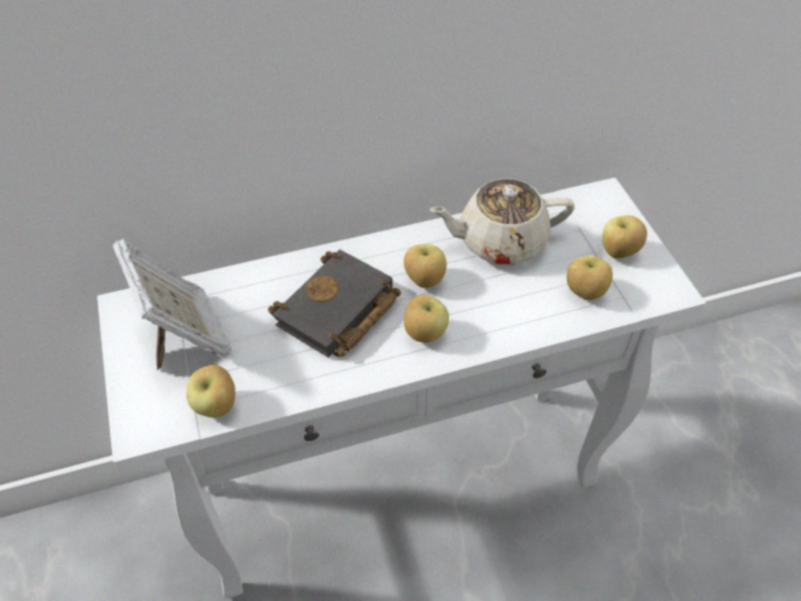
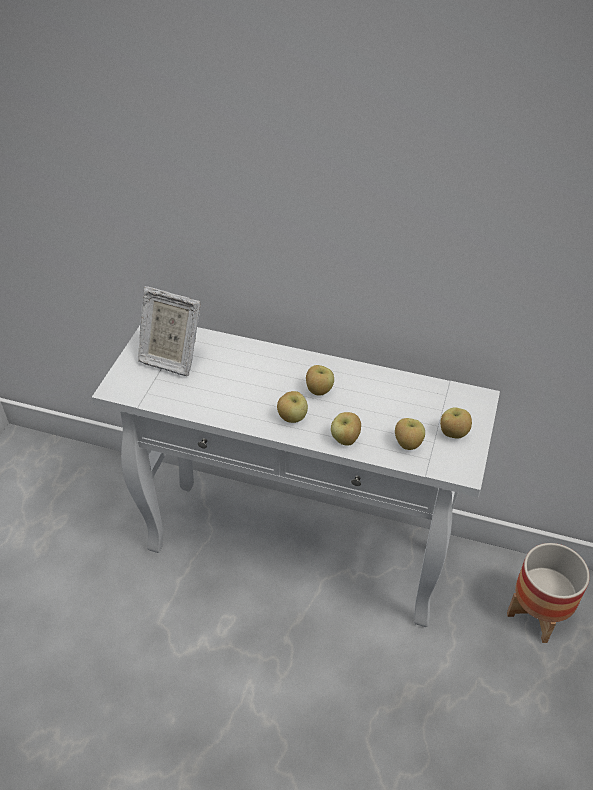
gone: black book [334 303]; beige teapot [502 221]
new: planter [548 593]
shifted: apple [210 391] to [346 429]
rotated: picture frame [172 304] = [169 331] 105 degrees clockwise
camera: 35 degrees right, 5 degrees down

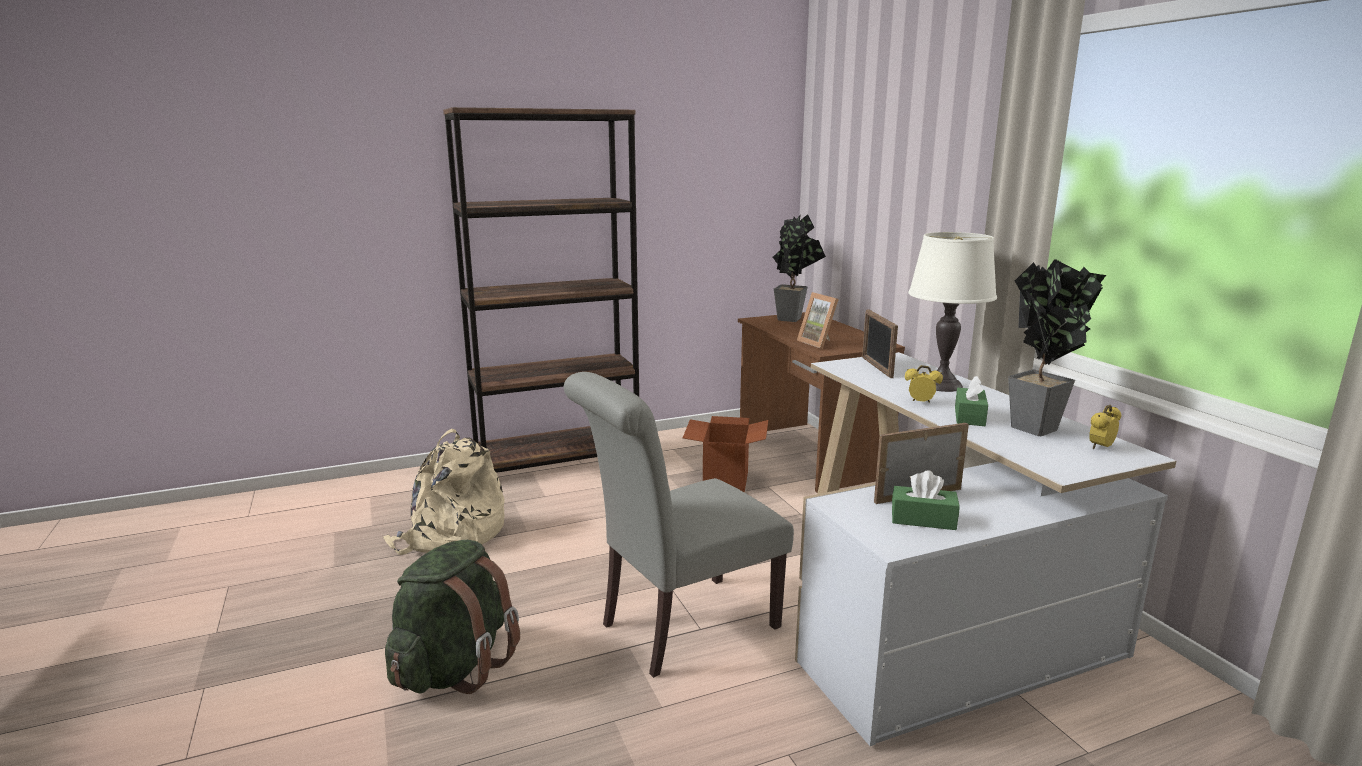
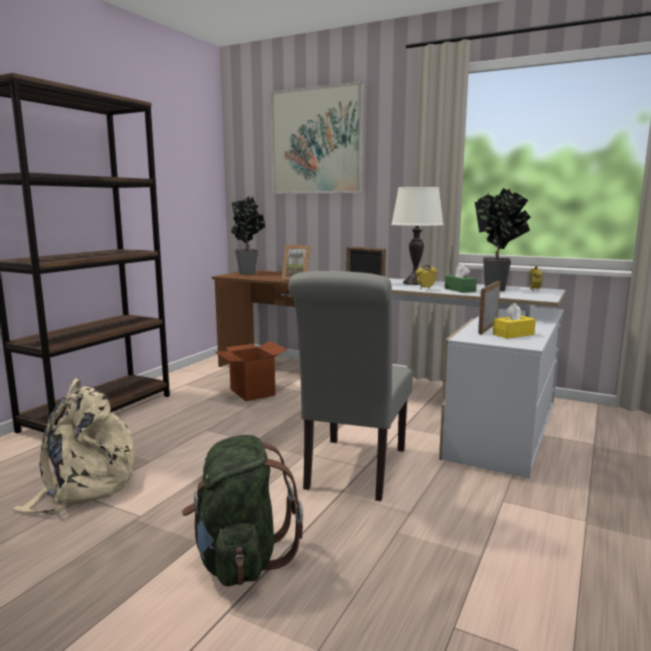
new: picture [317 137]
repainted: green tissue box [926 500] to yellow tissue box [514 321]
camera: 40 degrees left, 5 degrees down

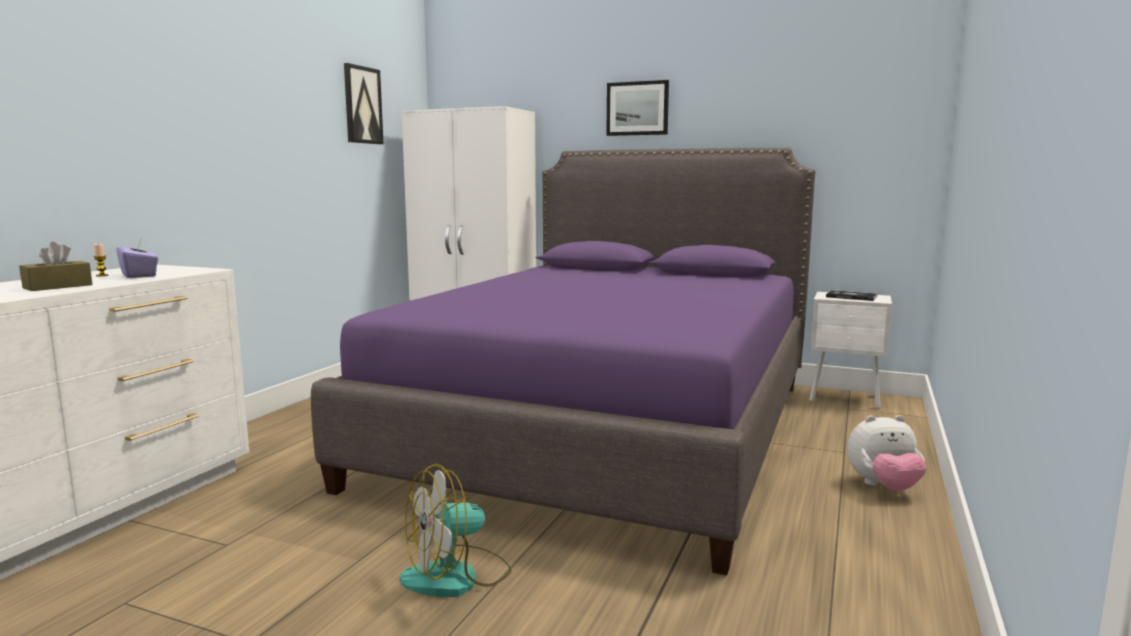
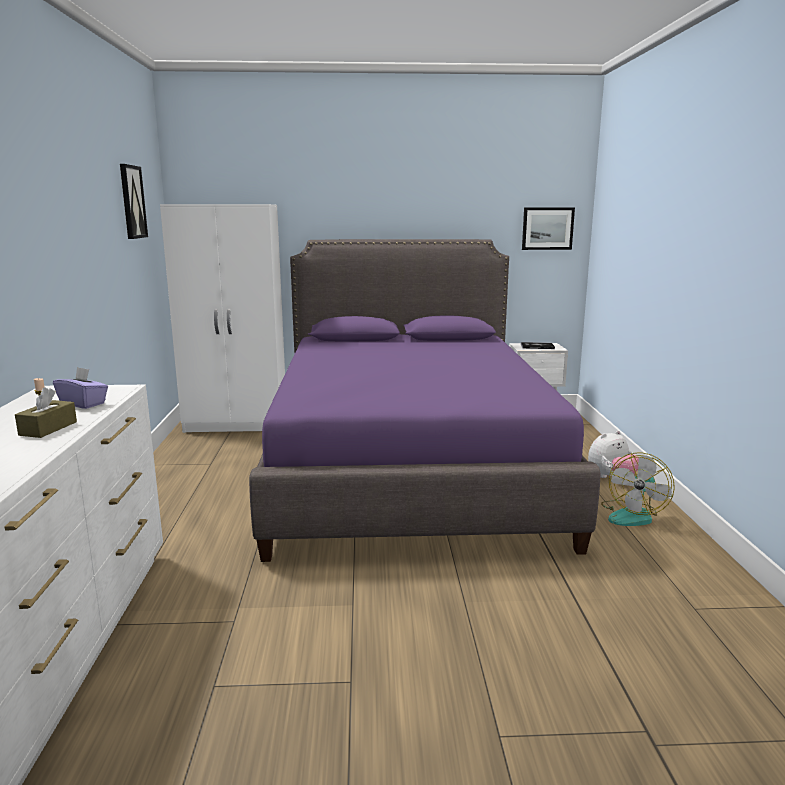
shifted: fan [456 530] to [638 489]; picture [637 108] to [548 228]
camera: 25 degrees left, 5 degrees up

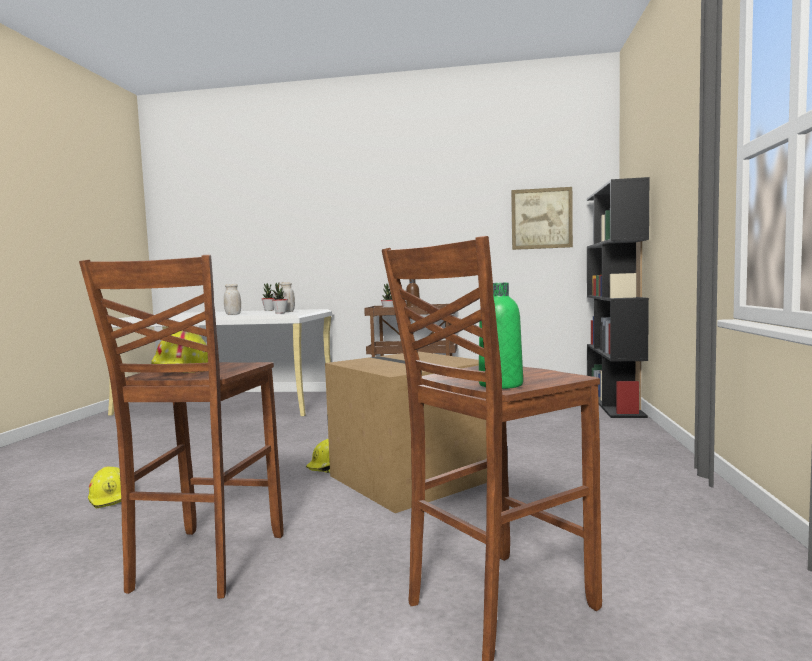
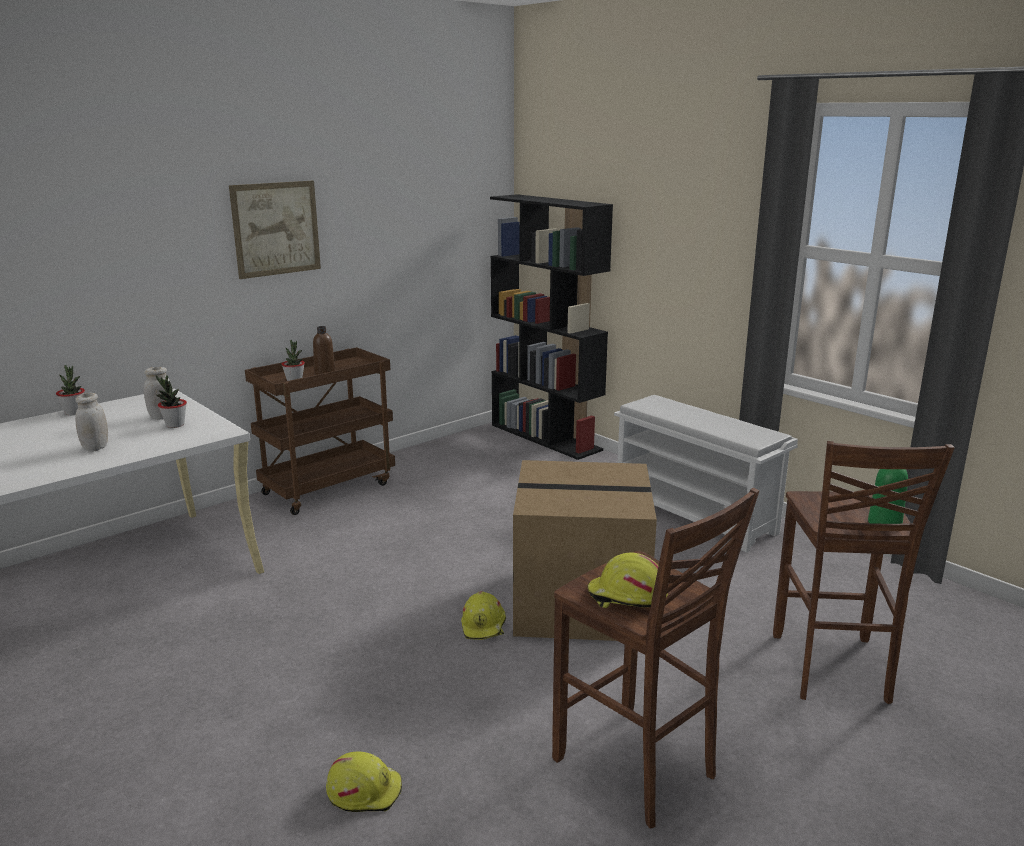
new: white shoe rack [706 473]
shifted: picture [542 218] to [275 230]
camera: 50 degrees left, 15 degrees up

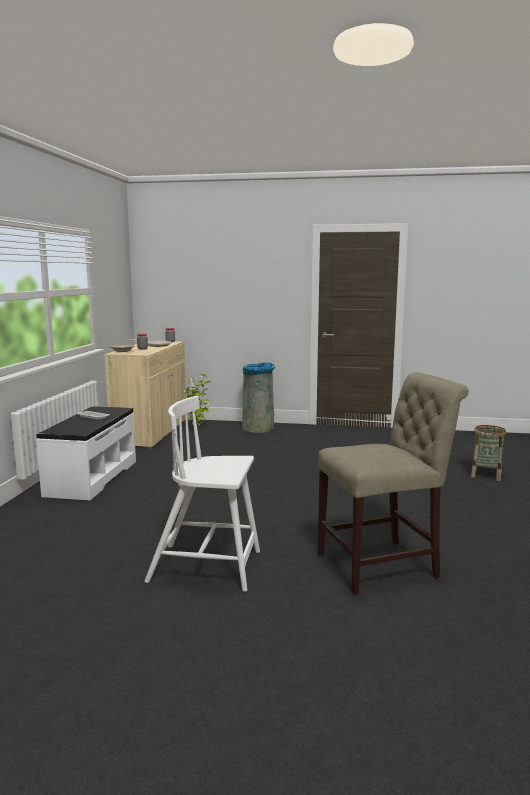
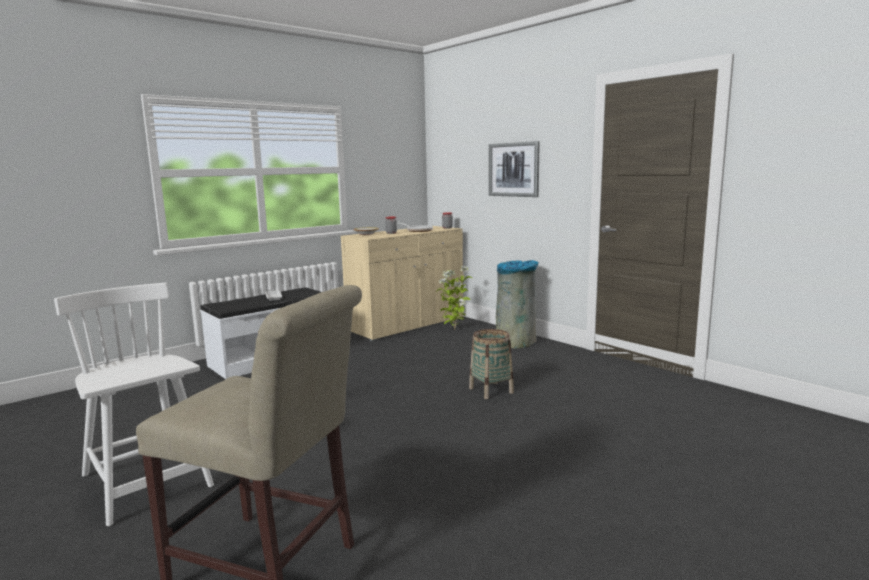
new: picture [514 169]
shifted: basket [488 453] to [491 364]
camera: 40 degrees right, 0 degrees up

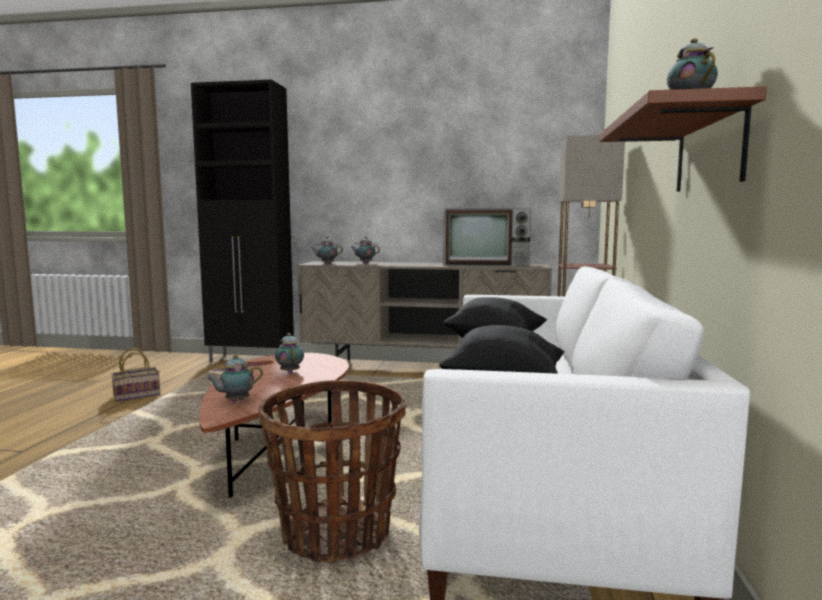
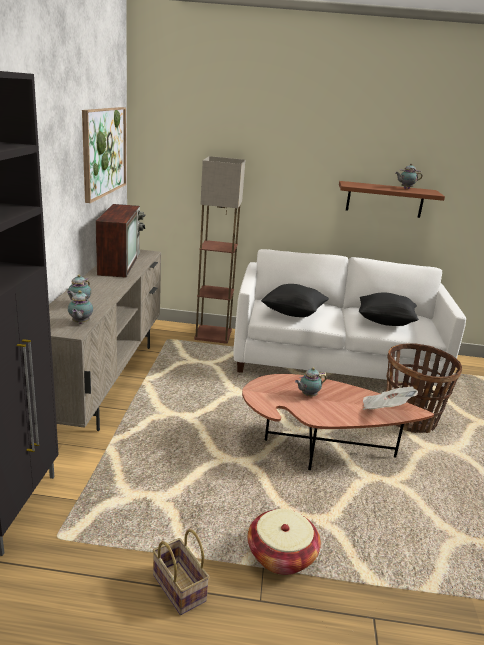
new: picture [104 155]; basket [284 542]
swapped: teapot [234 378] to newspaper [390 398]
camera: 95 degrees left, 15 degrees up

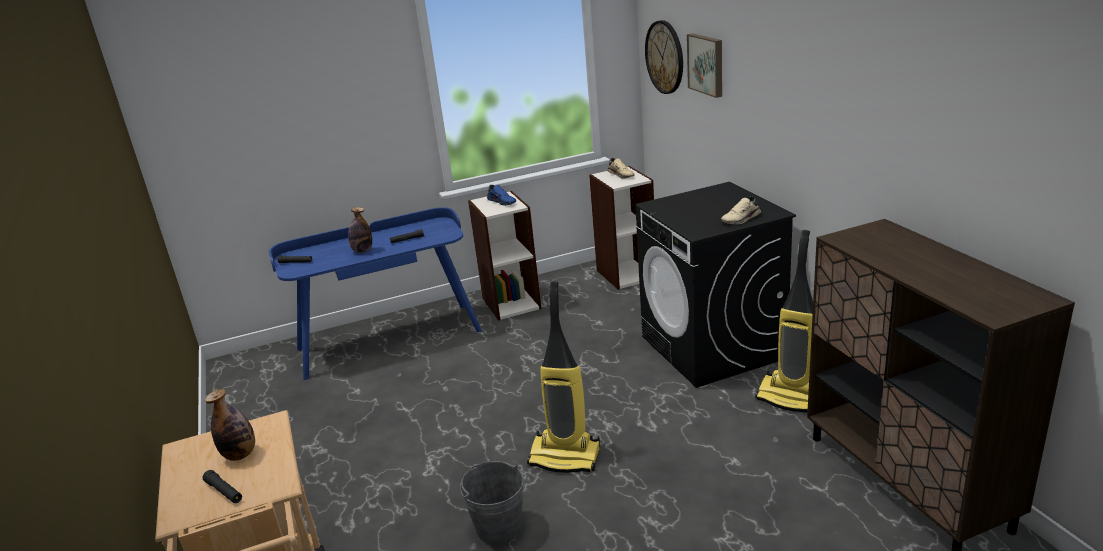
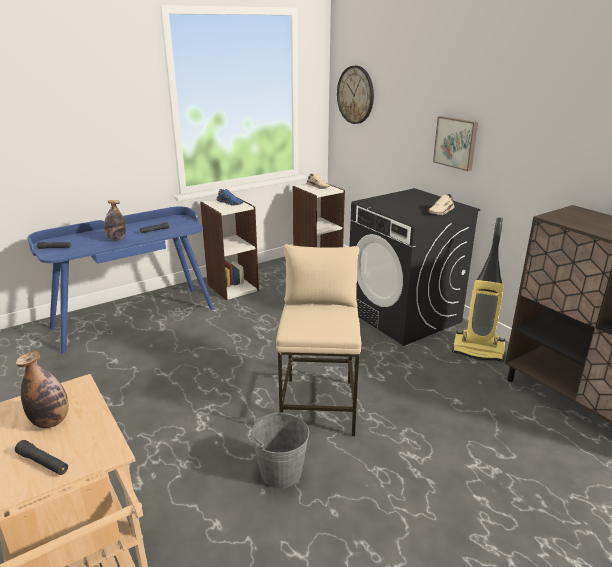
shifted: picture [704 65] to [455 143]
swapped: vacuum cleaner [563 377] to beige stool [319 340]
camera: 15 degrees left, 0 degrees up

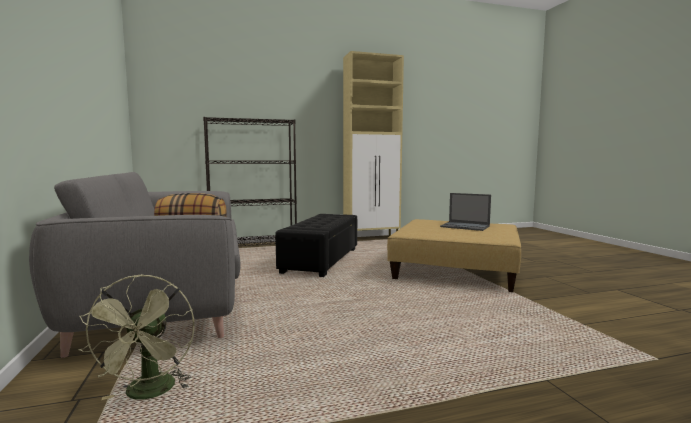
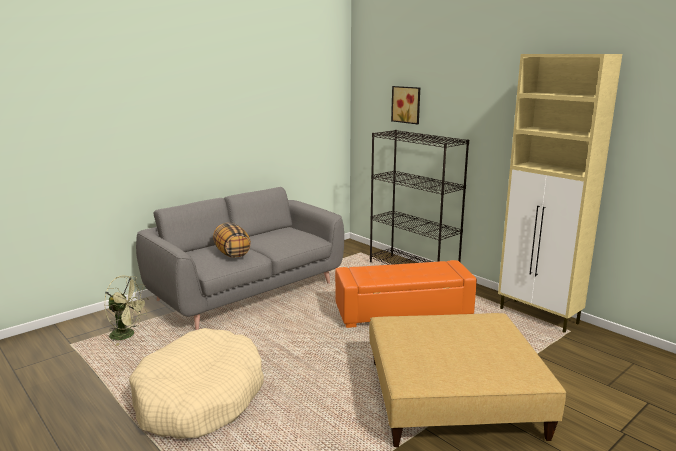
gone: laptop [465 212]
new: beige dog bed [196 383]; picture [405 105]
repainted: black ottoman [316 245] to orange ottoman [406 294]
rotated: green fan [136 337] = [127 310] 135 degrees counterclockwise
camera: 65 degrees right, 10 degrees up

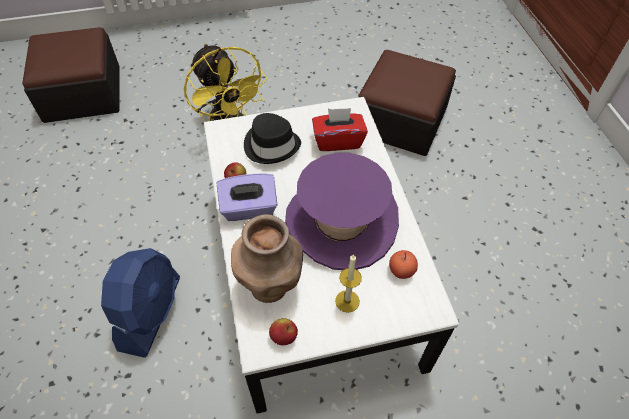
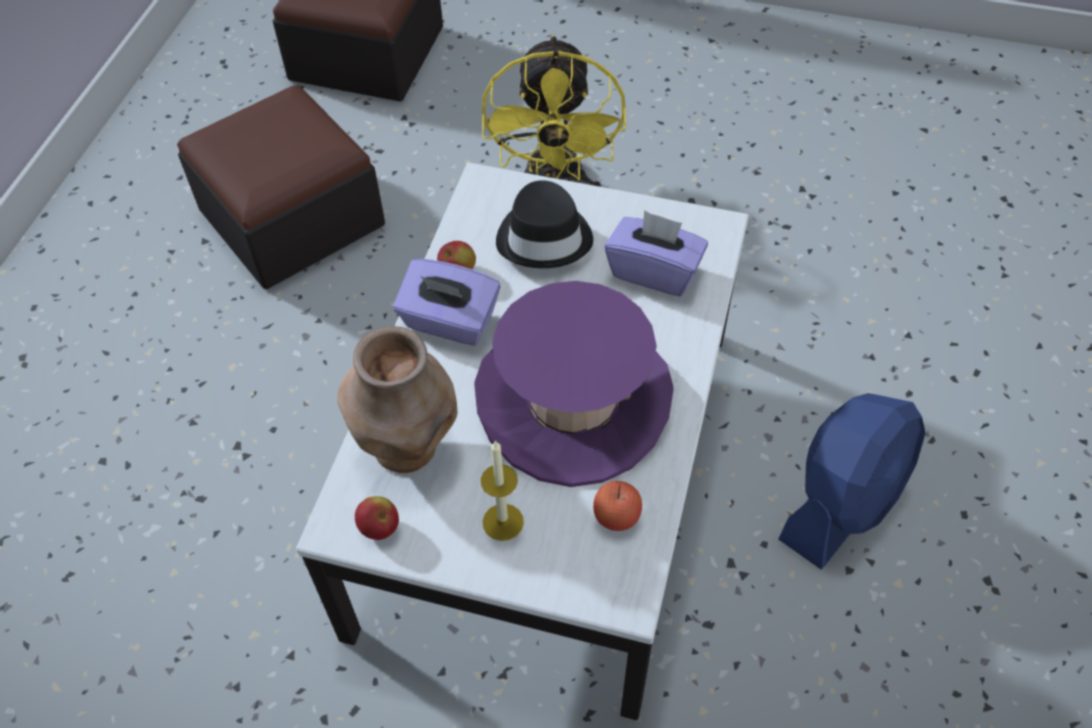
shifted: blue fan [140 303] to [851 481]; ottoman [407 103] to [281 187]
repainted: red tissue box [340 129] to purple tissue box [656 253]
camera: 30 degrees right, 0 degrees up

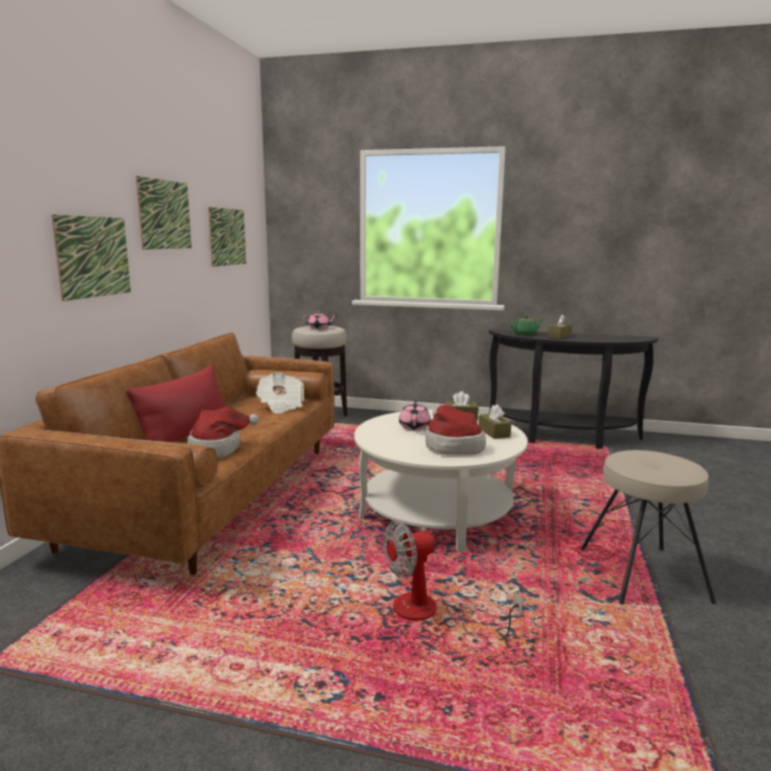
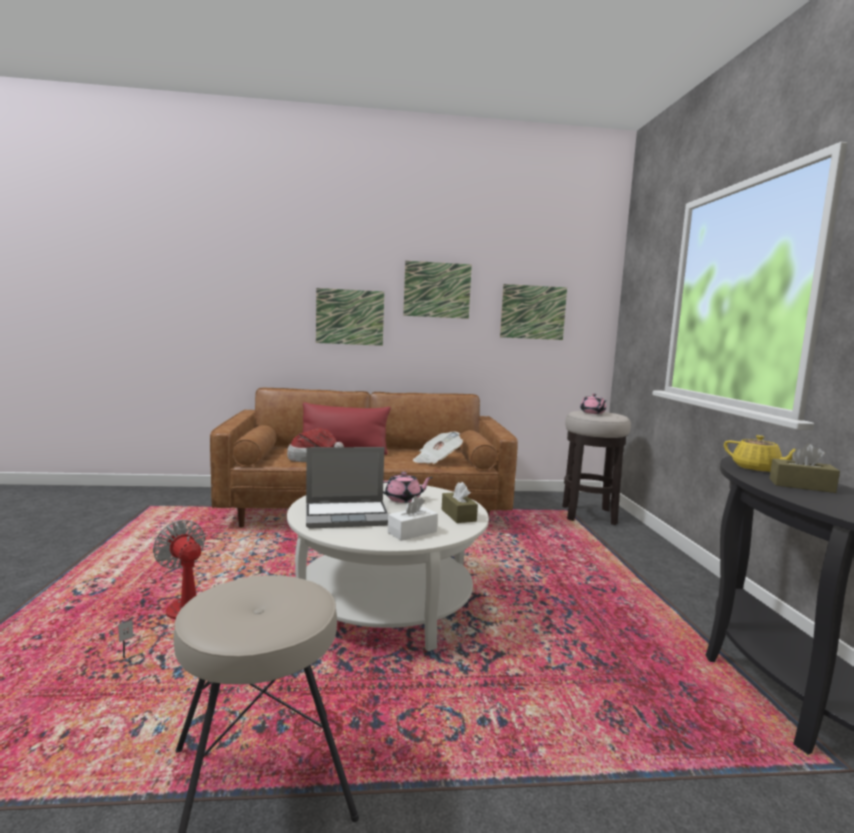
swapped: hat [455 430] to laptop [347 488]
repainted: brown tissue box [494 421] to white tissue box [413 518]; green teapot [526 325] to yellow teapot [759 453]
camera: 70 degrees right, 5 degrees down

